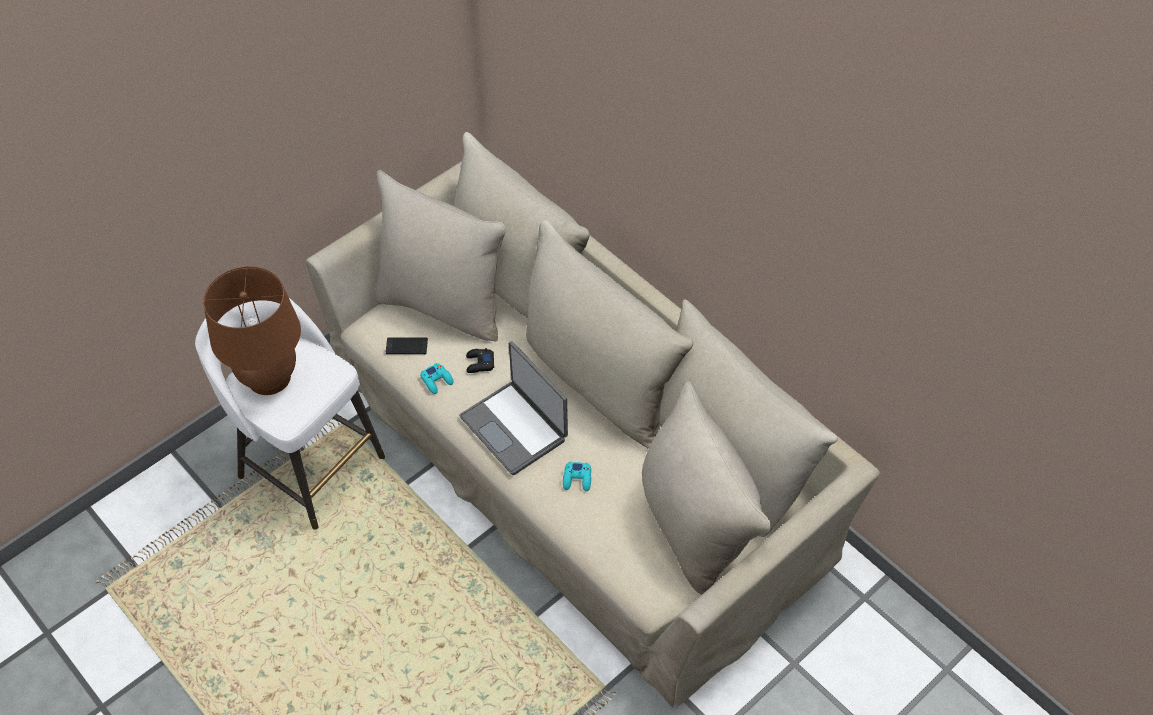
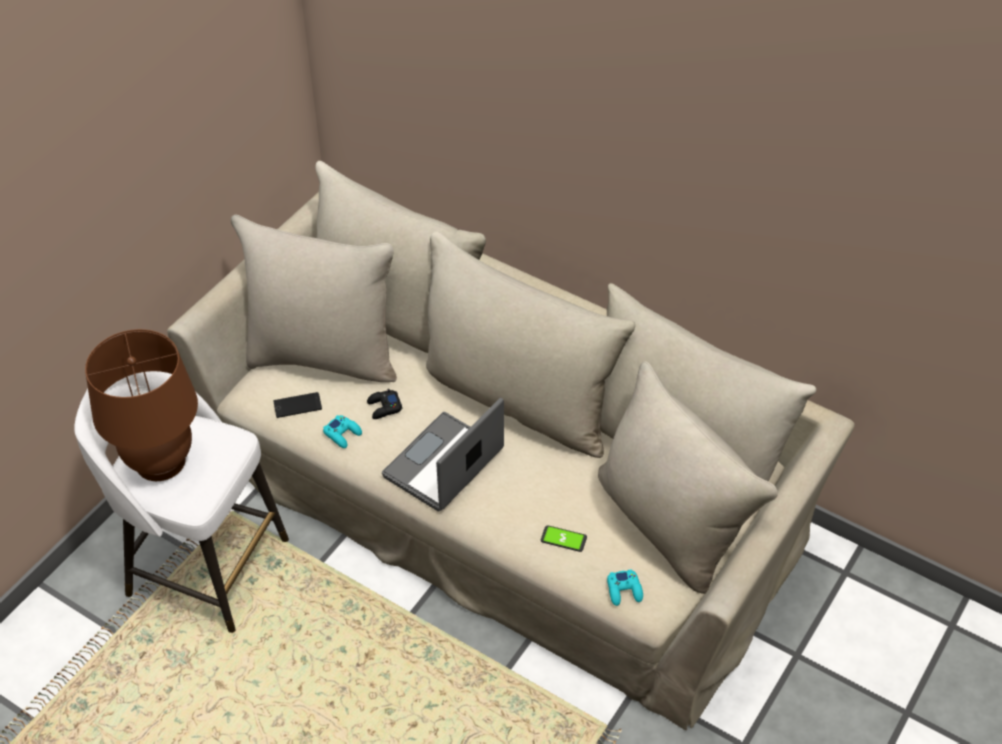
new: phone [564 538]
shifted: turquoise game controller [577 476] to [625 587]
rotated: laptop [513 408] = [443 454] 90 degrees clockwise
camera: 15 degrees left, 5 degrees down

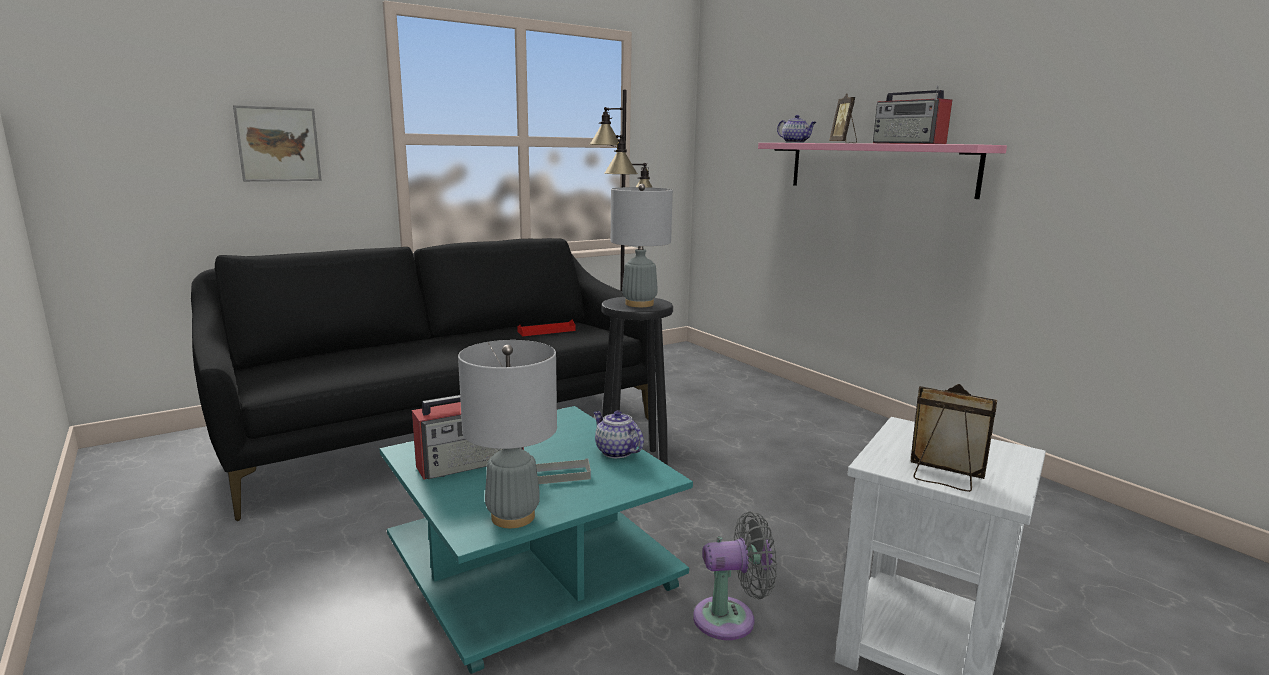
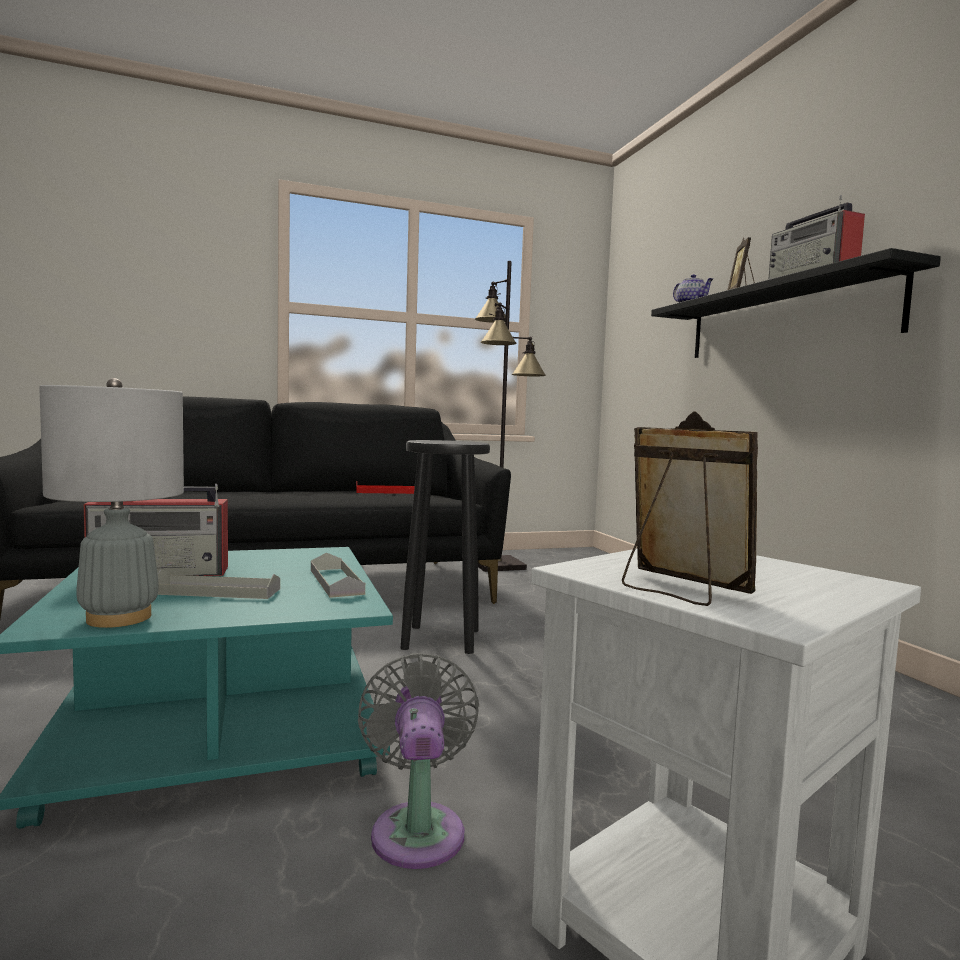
gone: picture [277 143]; grey table lamp [642 245]
swapped: teapot [618 434] to grey tray [338 575]
repainted: pink shelf [882 171] to black shelf [796 303]
rotated: grey fan [735 575] = [418 761] 105 degrees counterclockwise
camera: 15 degrees right, 10 degrees down

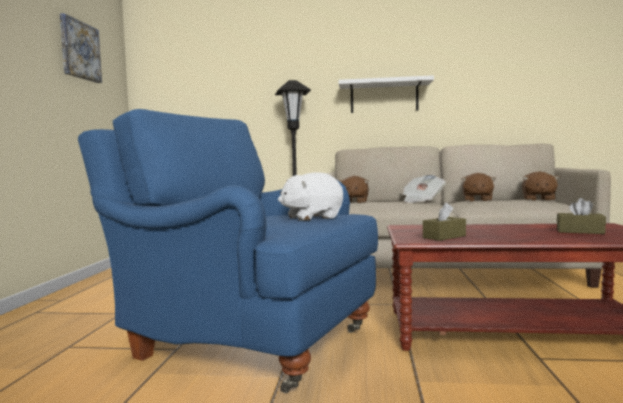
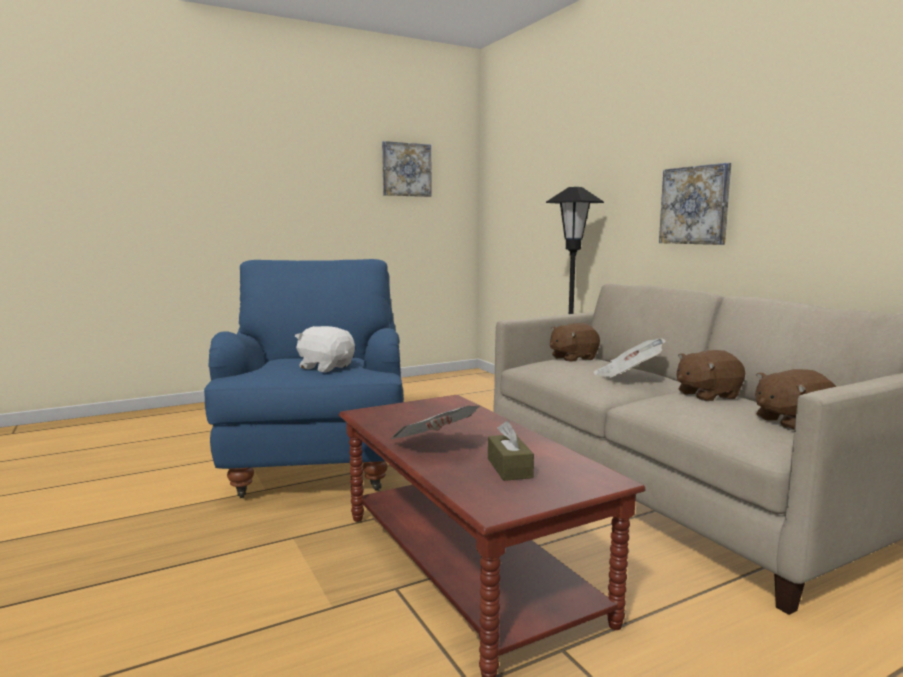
gone: brown tissue box [444 222]
new: newspaper [435 422]
swapped: white shelf [386 94] to picture [695 204]
camera: 55 degrees right, 5 degrees up

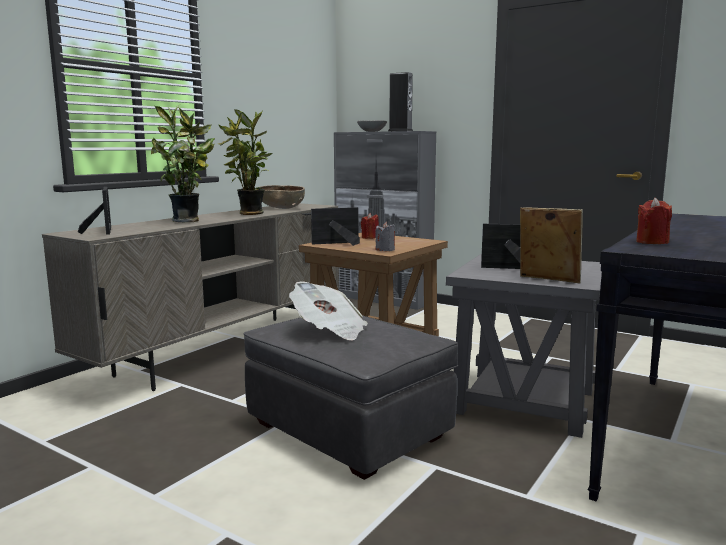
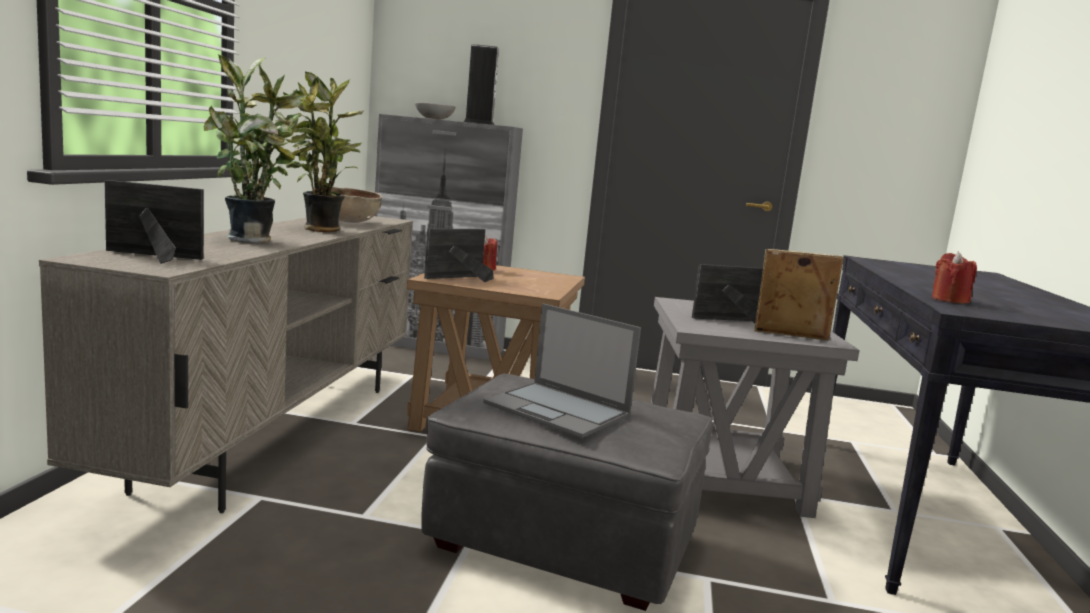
gone: grey candle [385 236]
swapped: newspaper [328 311] to laptop [562 371]
rotated: picture frame [94 211] = [154 222] 45 degrees counterclockwise
camera: 25 degrees left, 0 degrees up

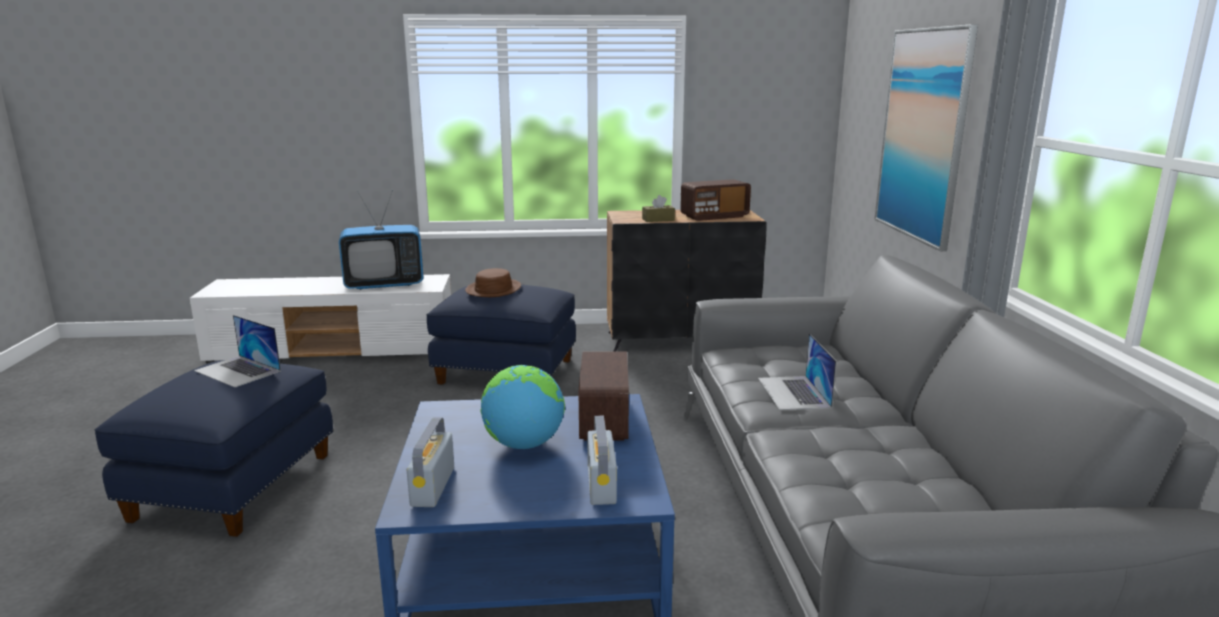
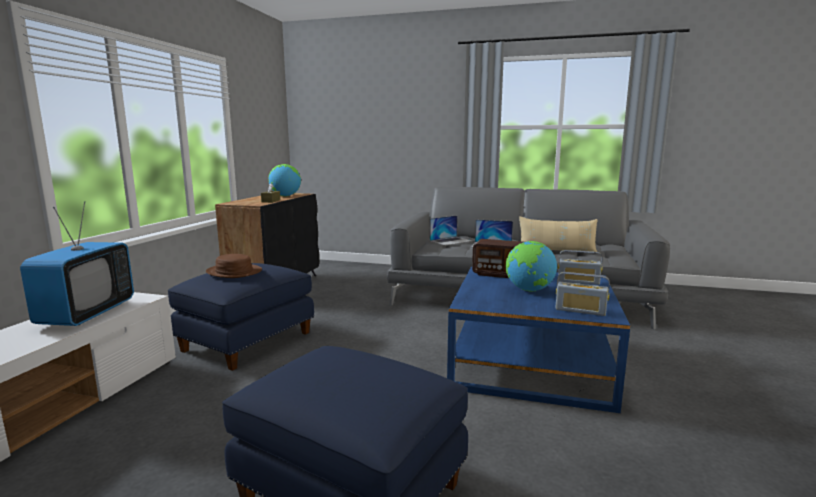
gone: picture [926 137]
new: beige pillow [558 235]
shifted: laptop [237 351] to [451 230]
swapped: radio [715 200] to globe [284 180]
camera: 70 degrees left, 5 degrees down

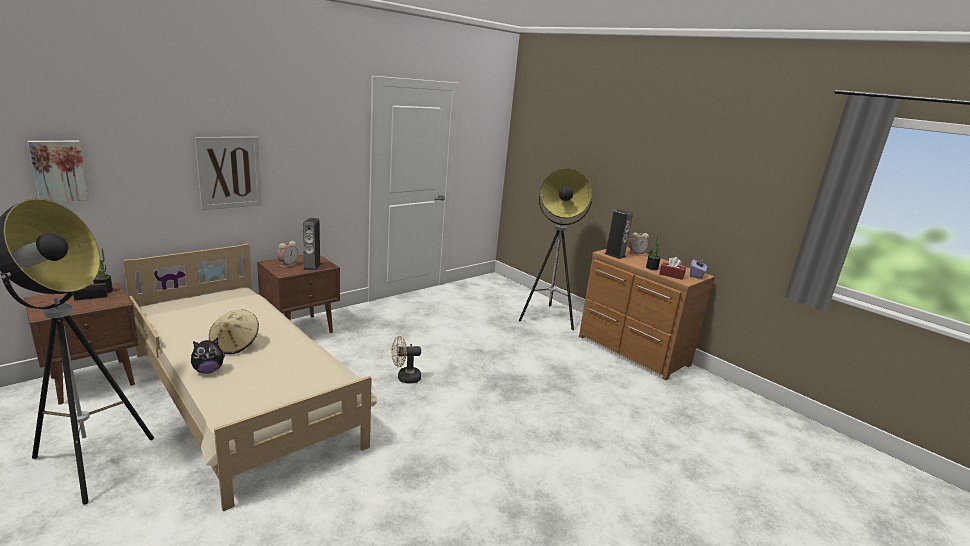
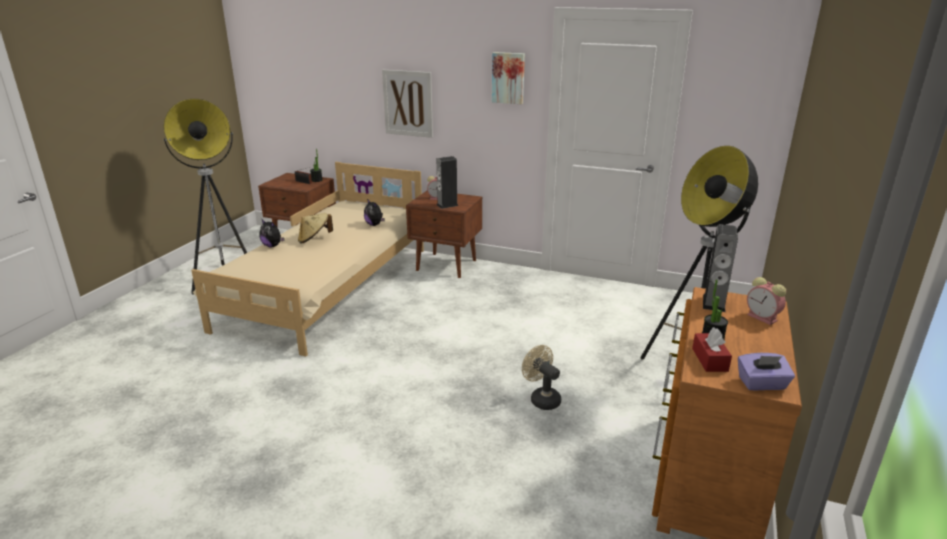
new: plush toy [374 212]
shifted: picture [58 171] to [508 78]; beige fan [406 359] to [541 377]
camera: 65 degrees right, 5 degrees up

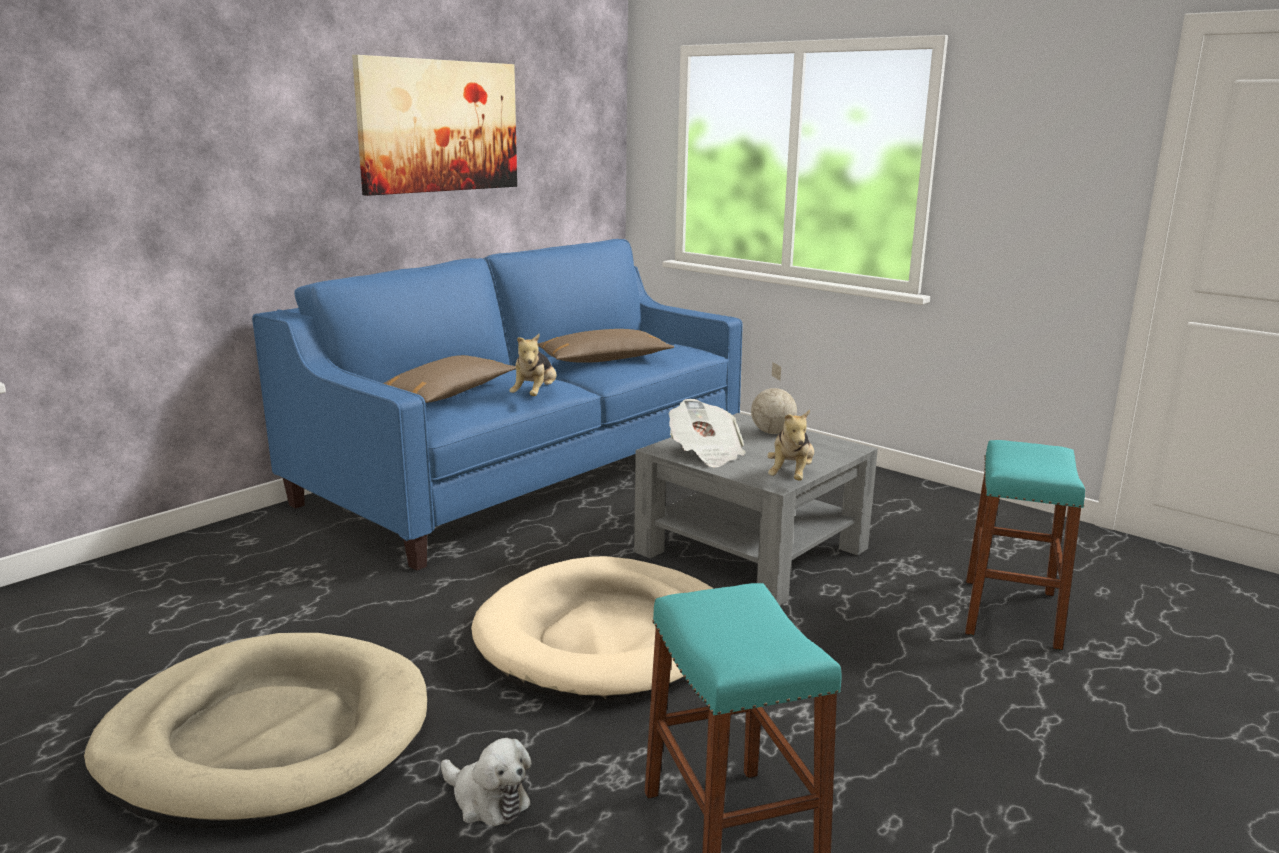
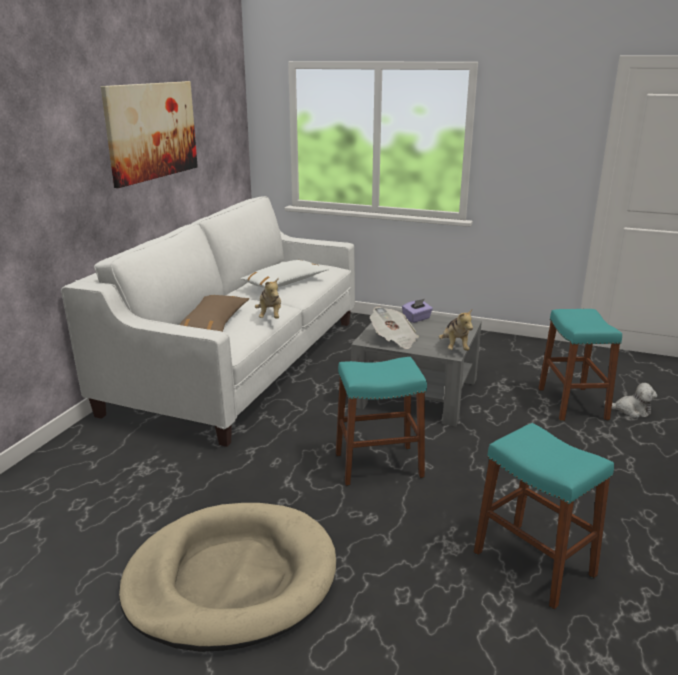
shifted: plush toy [486 782] to [630 400]
swapped: beige dog bed [592 628] to turquoise stool [381 421]; globe [774 398] to purple tissue box [417 311]
repainted: blue sofa [497 404] to white sofa [208 321]; brown pillow [605 346] to white pillow [285 274]
camera: 20 degrees left, 5 degrees up

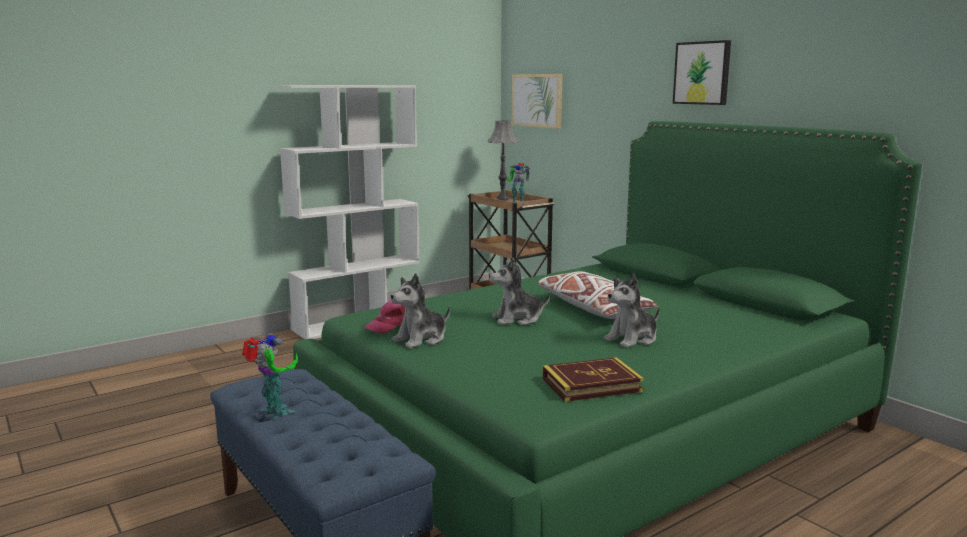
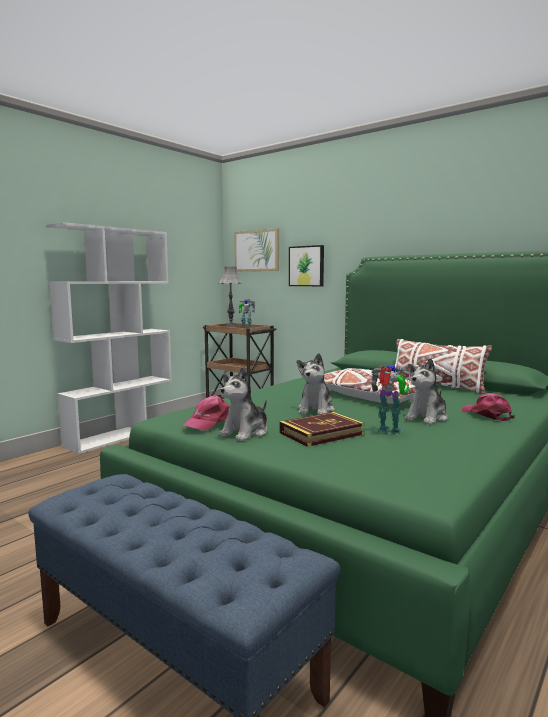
new: white pillow [443 366]; pink cap [488 407]
shifted: toy robot [270 376] to [390 400]; book [593 379] to [322 429]; picture [702 72] to [306 265]
rotated: plush toy [519 291] = [316 384] 45 degrees counterclockwise
camera: 15 degrees left, 5 degrees down

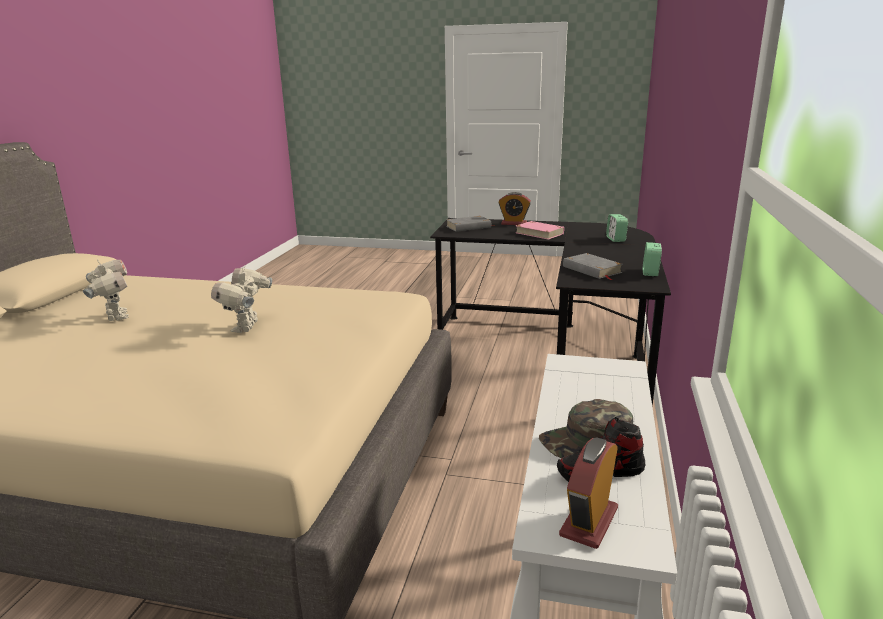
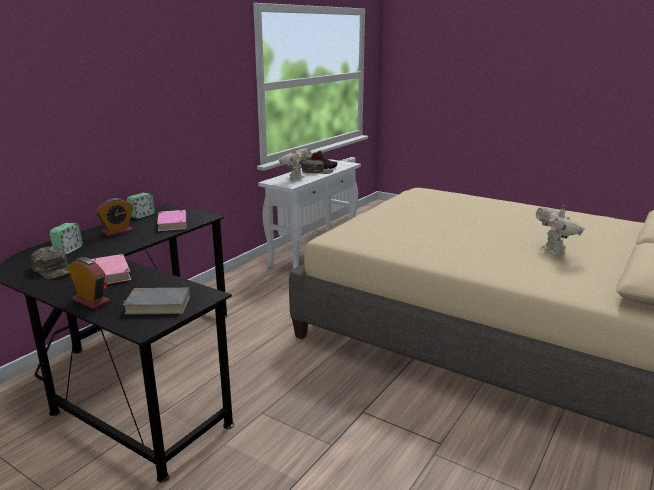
new: green cap [50 262]
shifted: toy robot [241 299] to [294 164]; alarm clock [588 493] to [114 217]
repainted: grey book [593 266] to pink book [171 220]
camera: 160 degrees left, 0 degrees up

